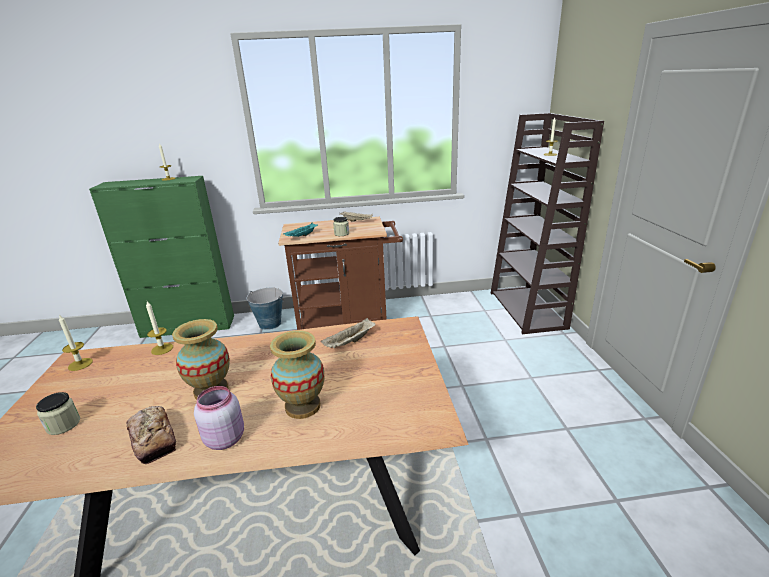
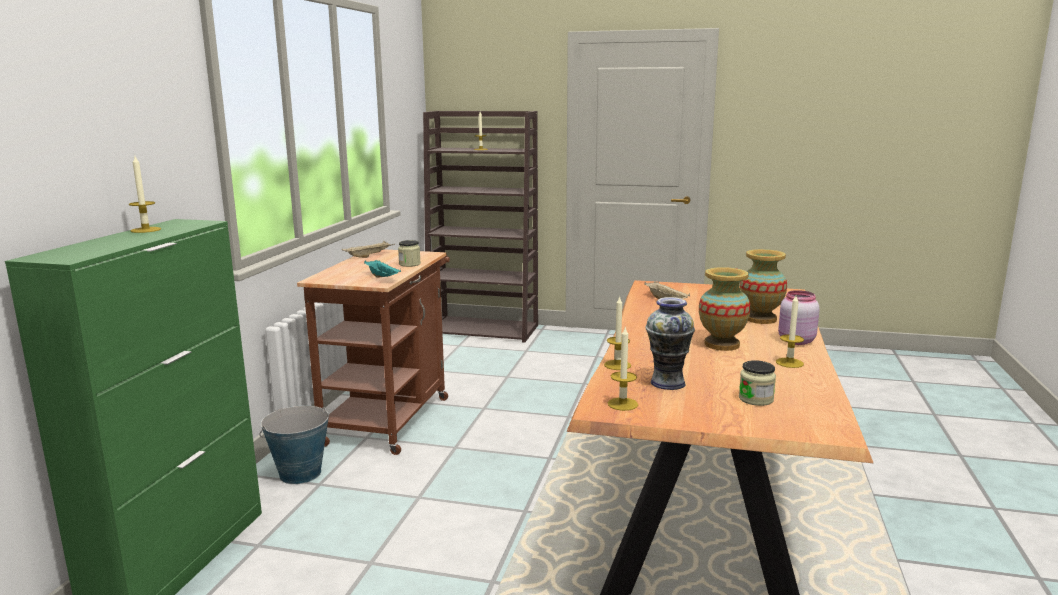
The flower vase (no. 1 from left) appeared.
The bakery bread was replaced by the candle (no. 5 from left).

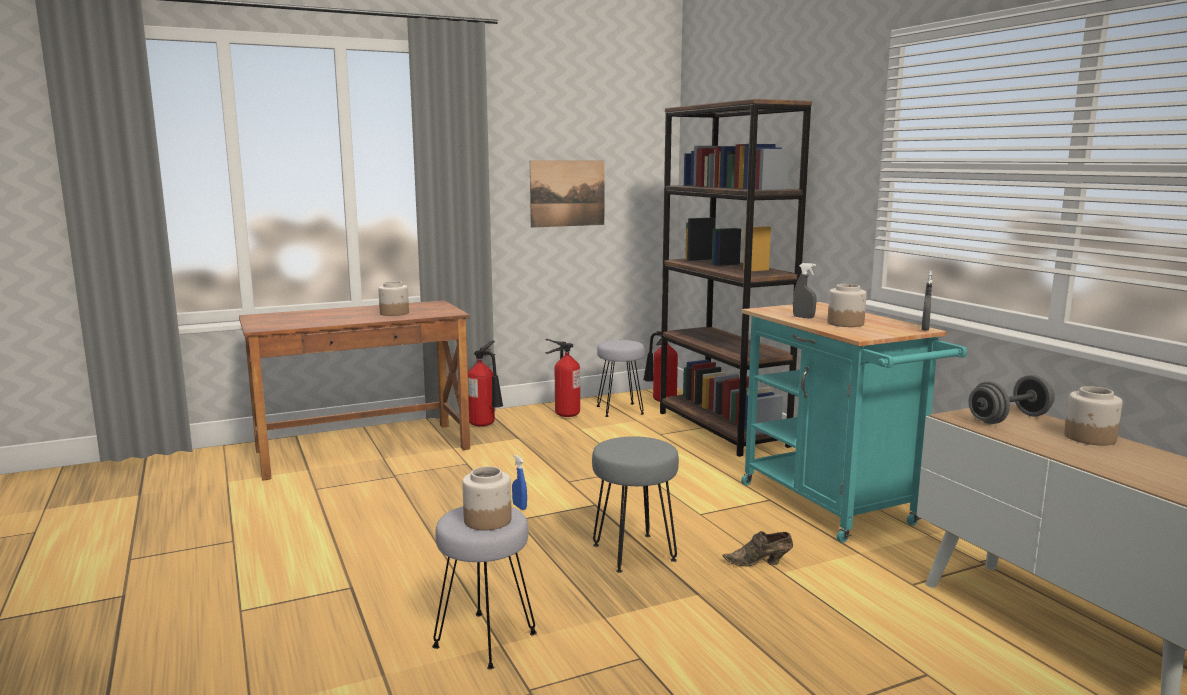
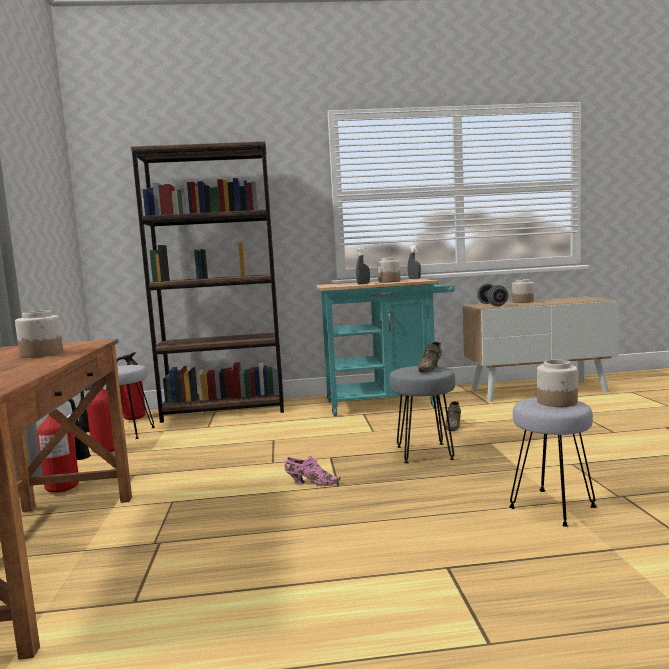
The blue-coloured sprayer was replaced by the pink-coloured low shoe.
The brown low shoe (no. 1 from left) appeared.
The wall art disappeared.

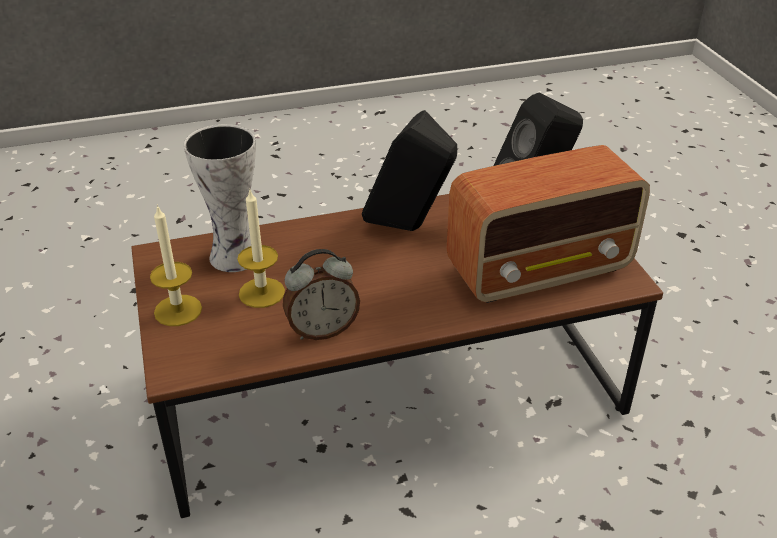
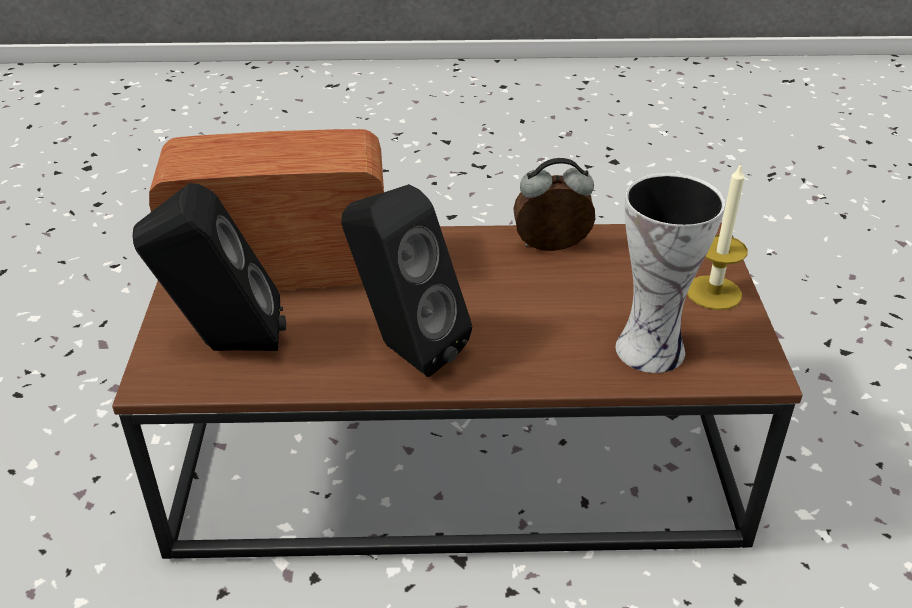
The candle (no. 2 from left) disappeared.

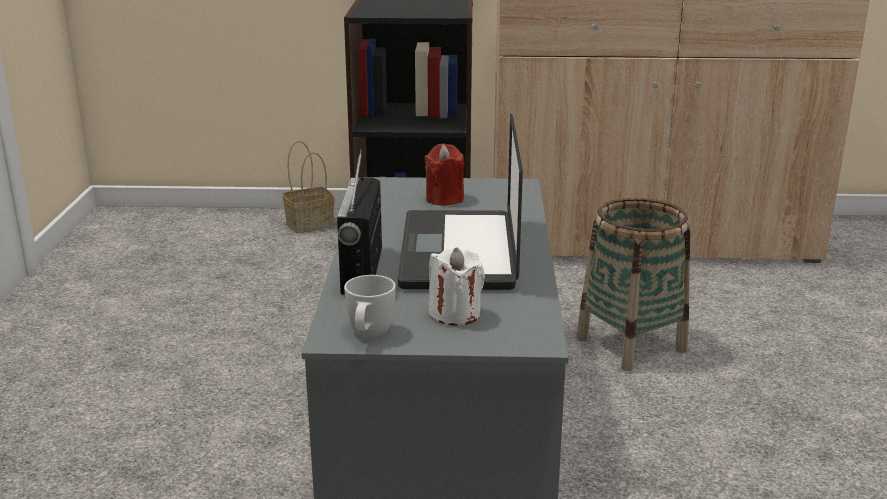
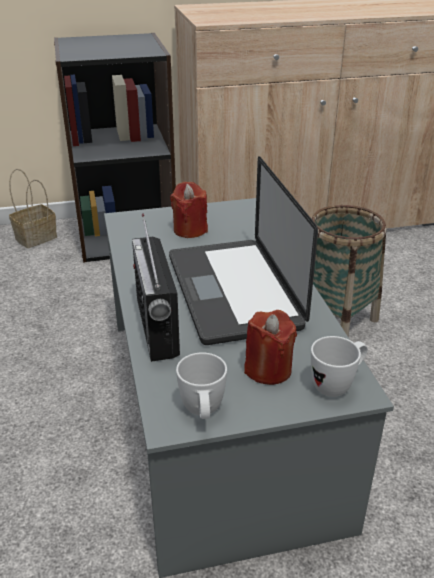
The white candle became the red candle (no. 2 from left).
The white tea mug (no. 2 from left) appeared.

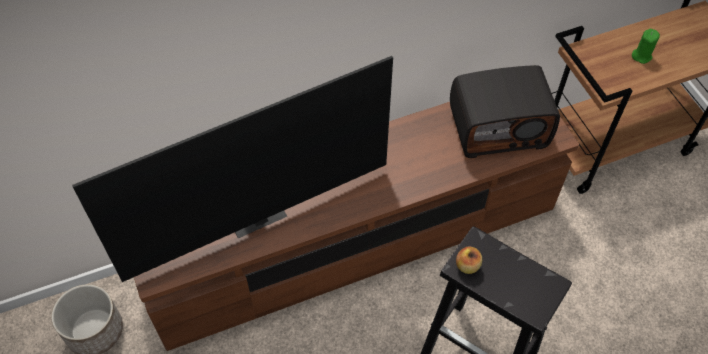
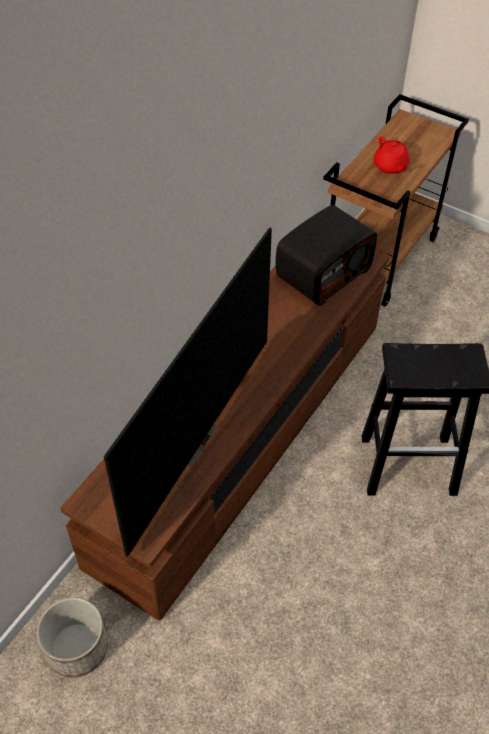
The green candle was replaced by the red tea pot.
The apple fruit disappeared.

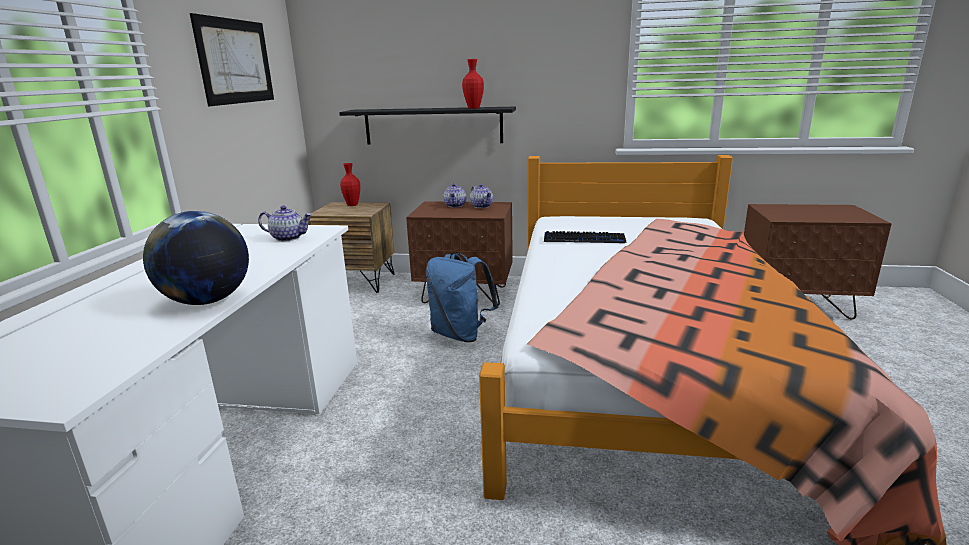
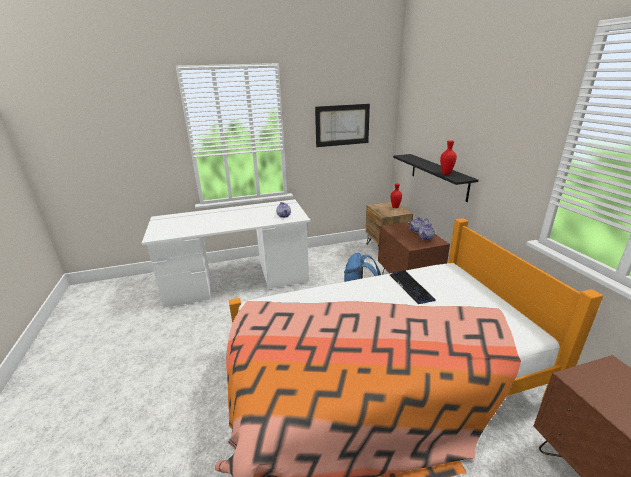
The world globe disappeared.

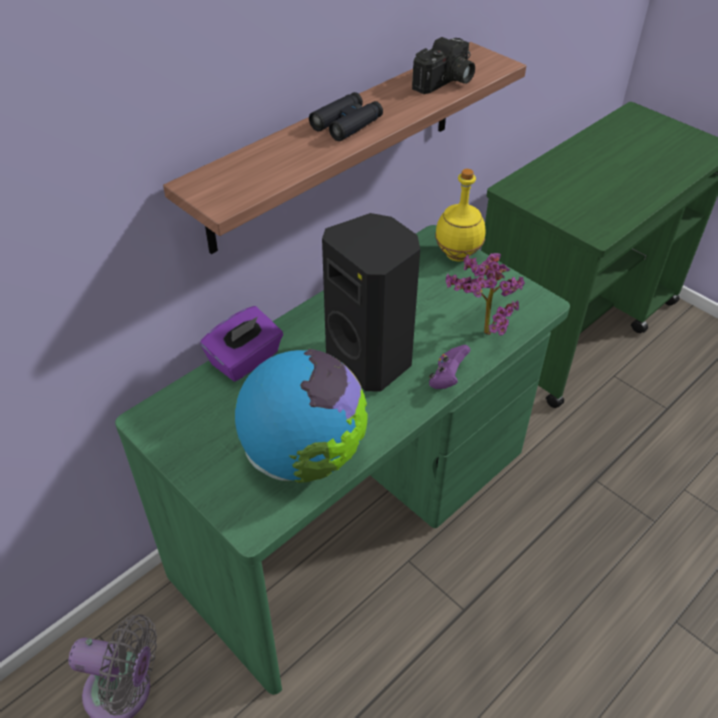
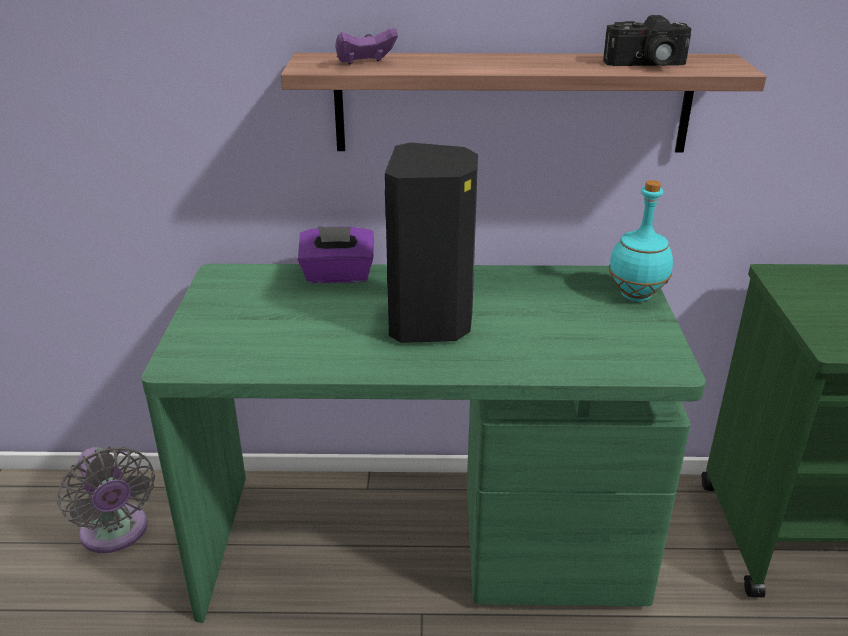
The purple gamepad moved.
The yellow bottle became the blue-green bottle.
The world globe disappeared.
The black pair of binoculars disappeared.
The potted plant disappeared.

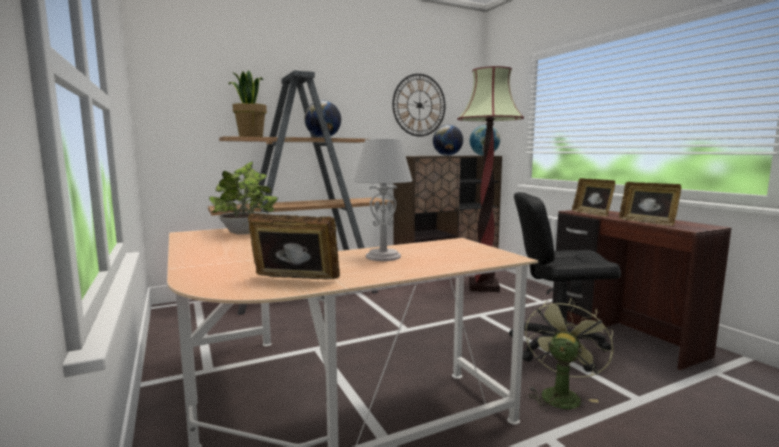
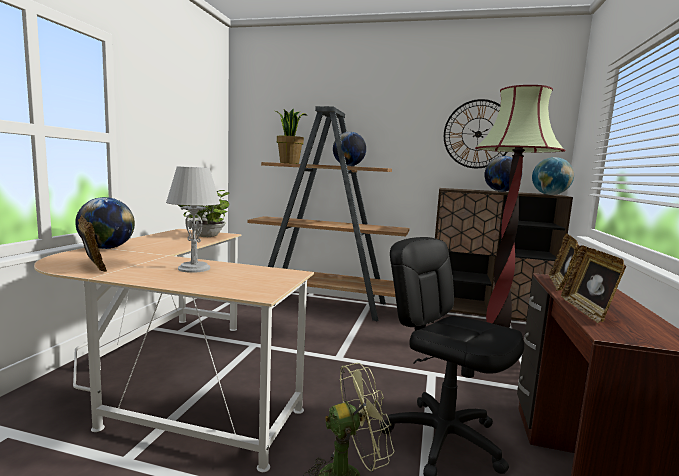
The world globe (no. 1 from left) appeared.

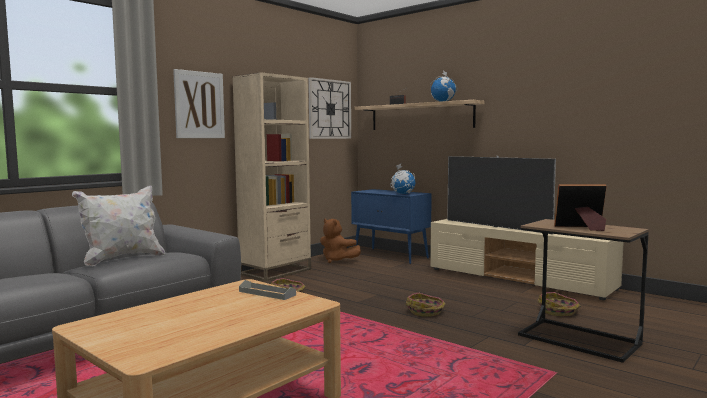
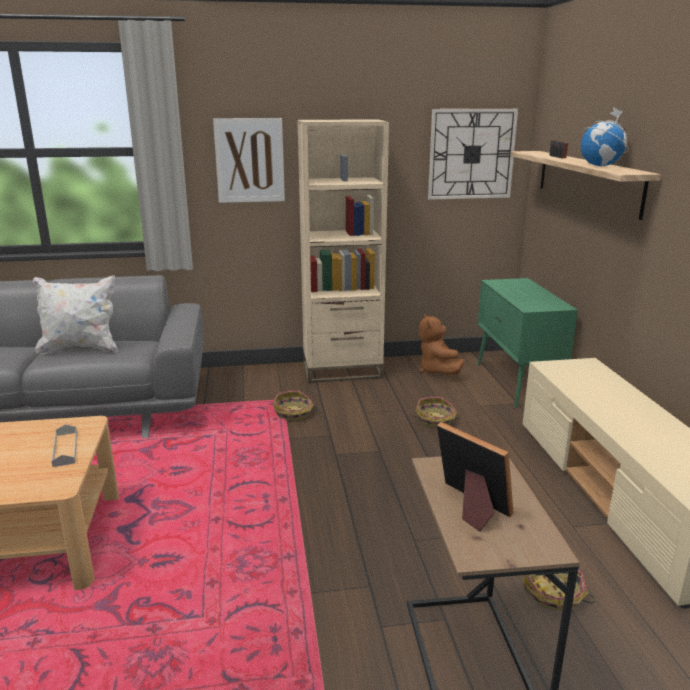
The storage basket (no. 2 from left) moved.
The blue-coloured cabinet became the green cabinet.
The world globe (no. 1 from left) disappeared.
The TV set disappeared.

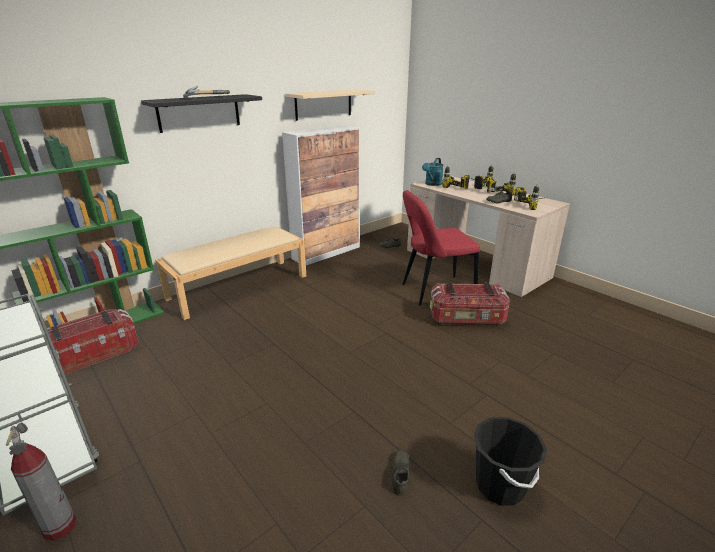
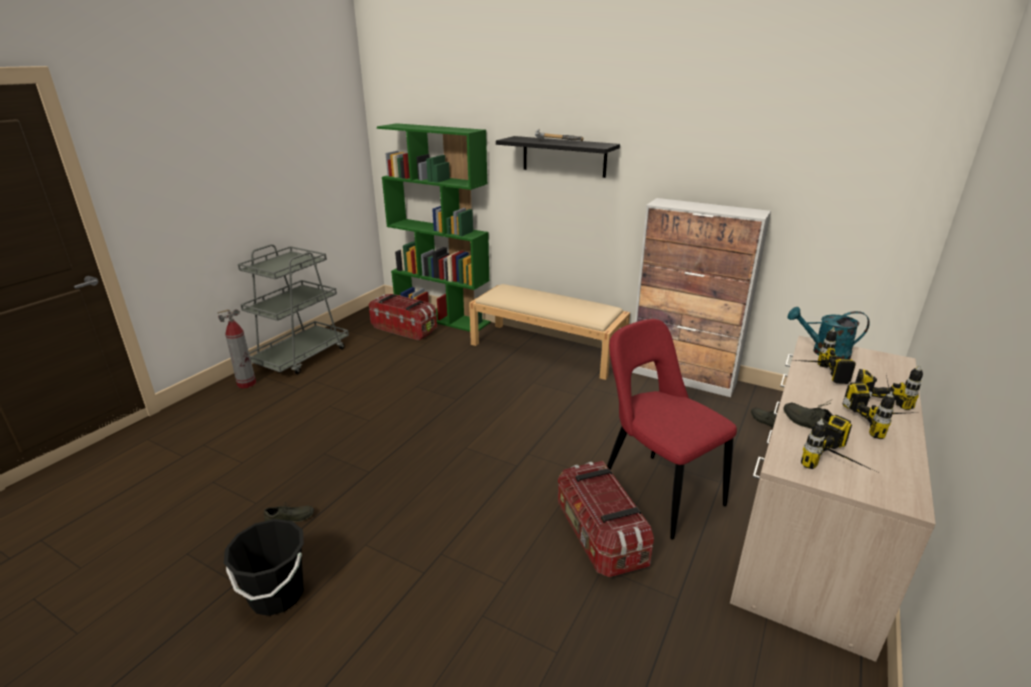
The beige-coloured wall shelf disappeared.

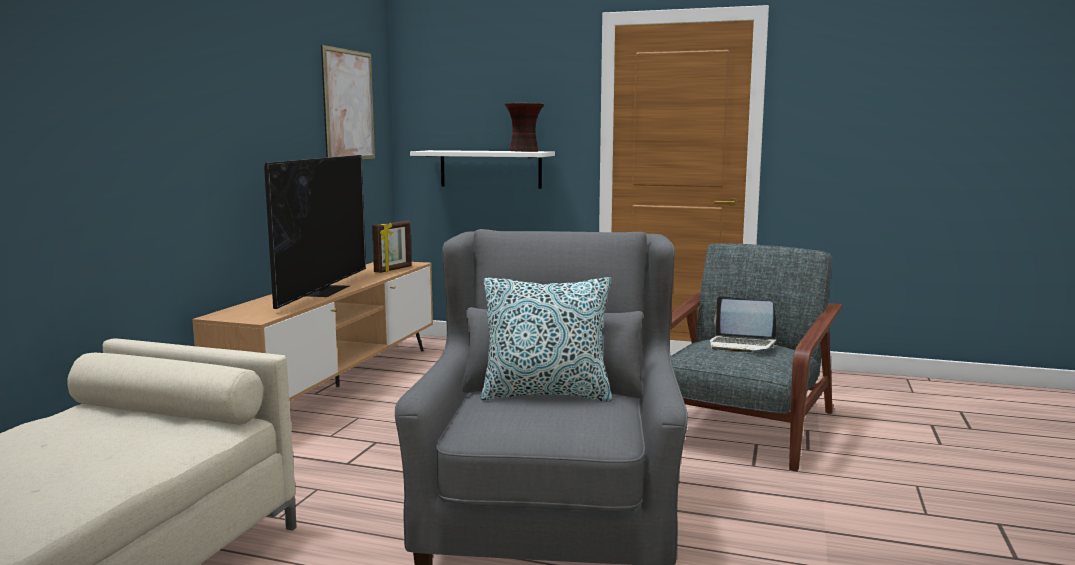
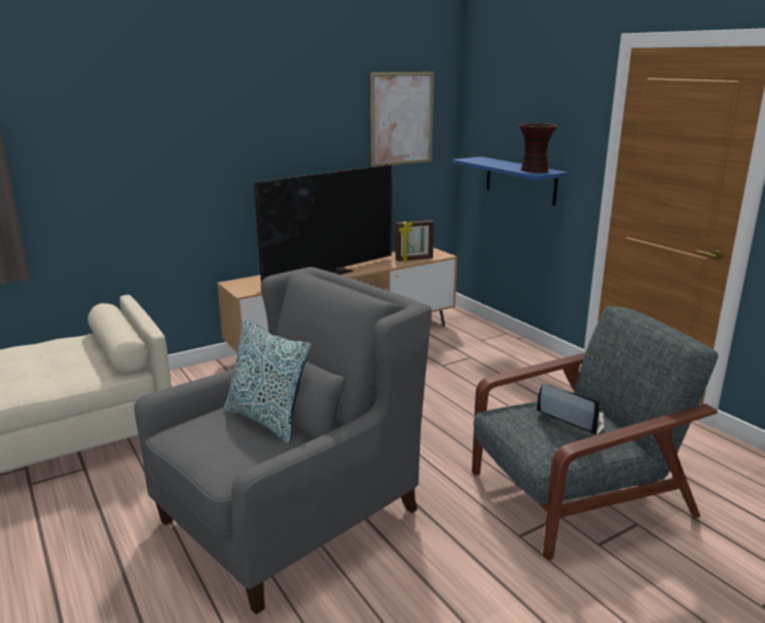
The white wall shelf became the blue-coloured wall shelf.
The laptop turned 150 degrees clockwise.

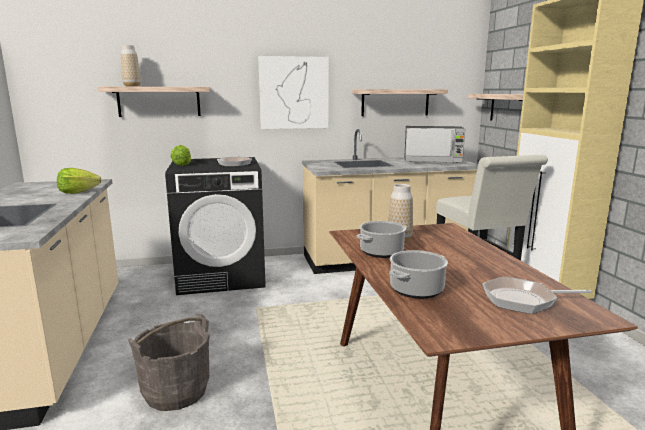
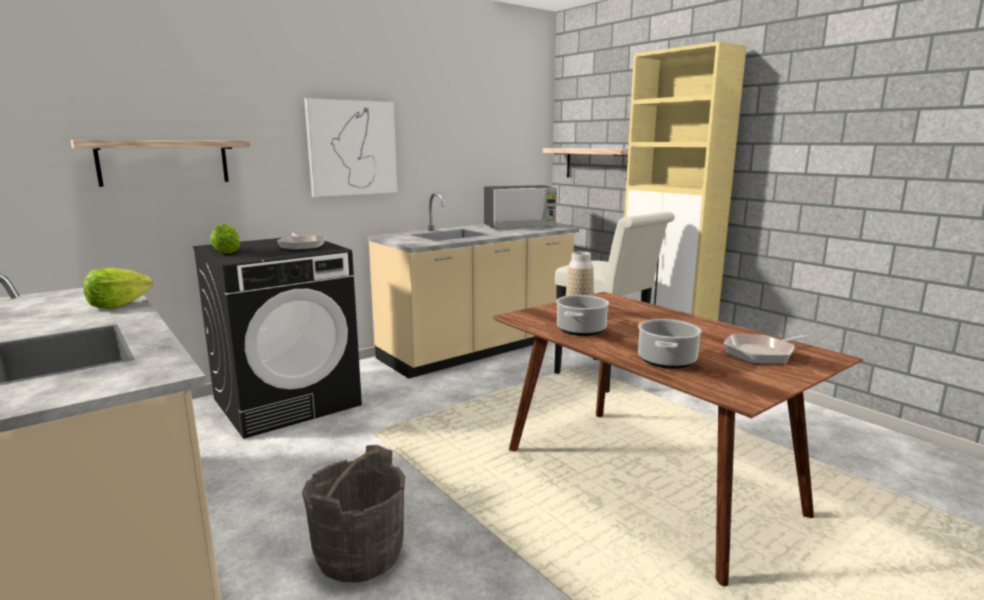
The flower vase (no. 1 from left) disappeared.
The wall shelf (no. 2 from left) disappeared.

